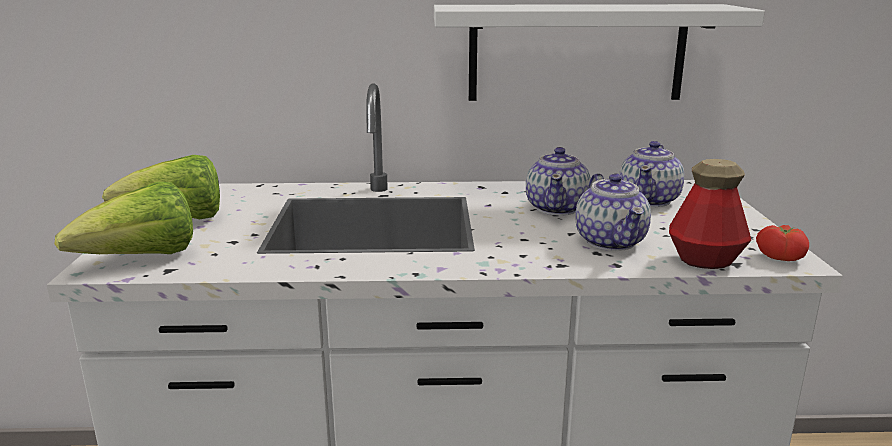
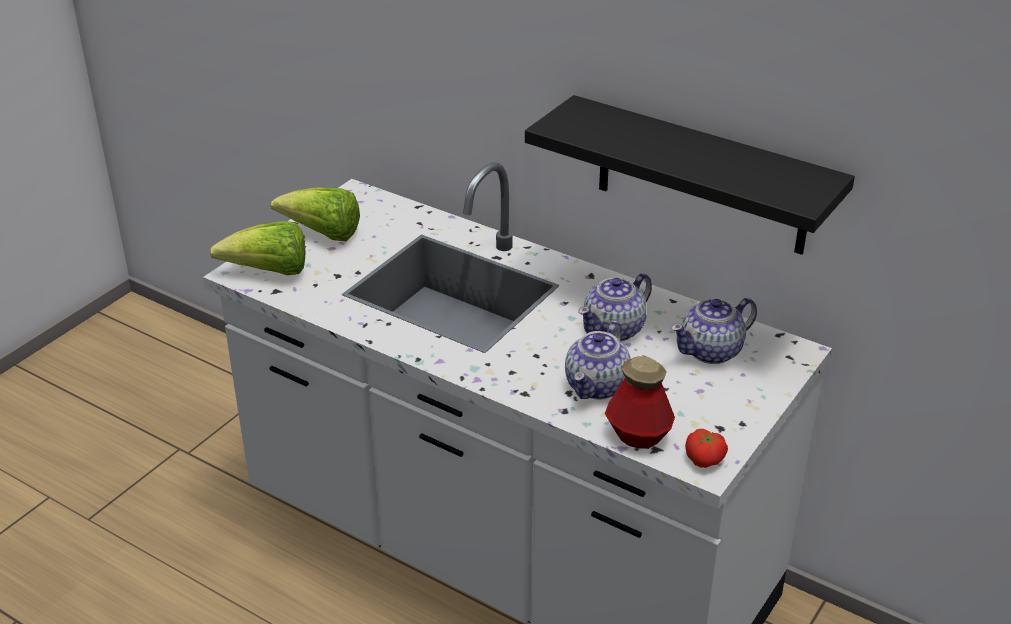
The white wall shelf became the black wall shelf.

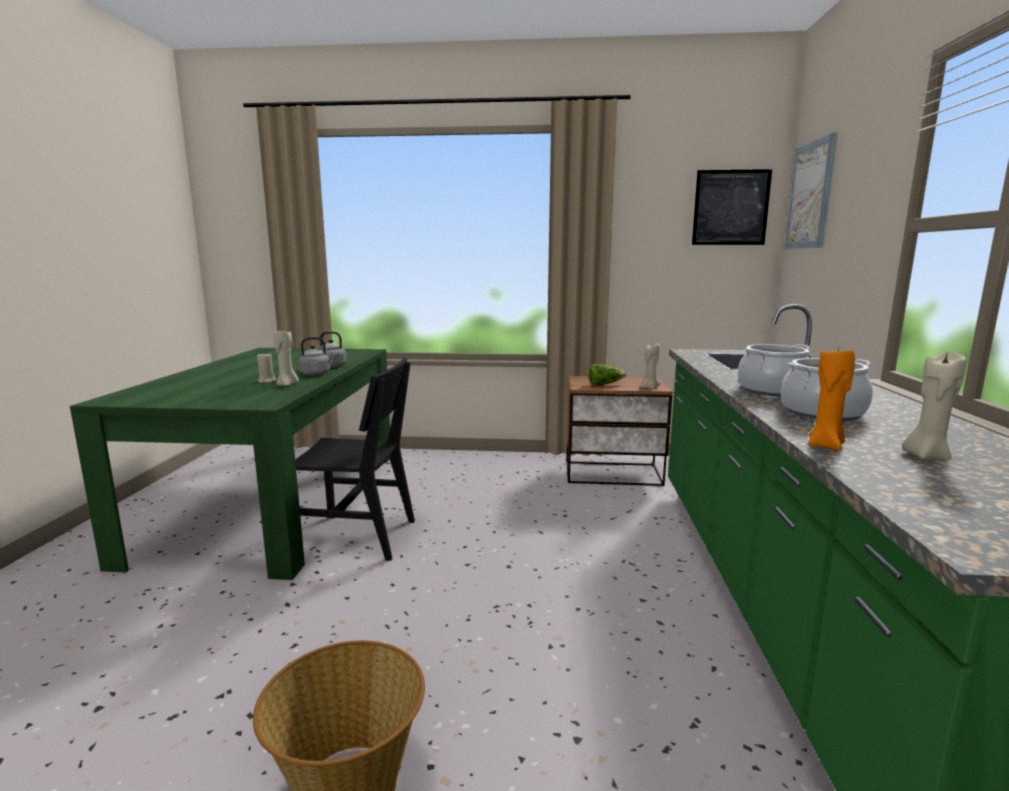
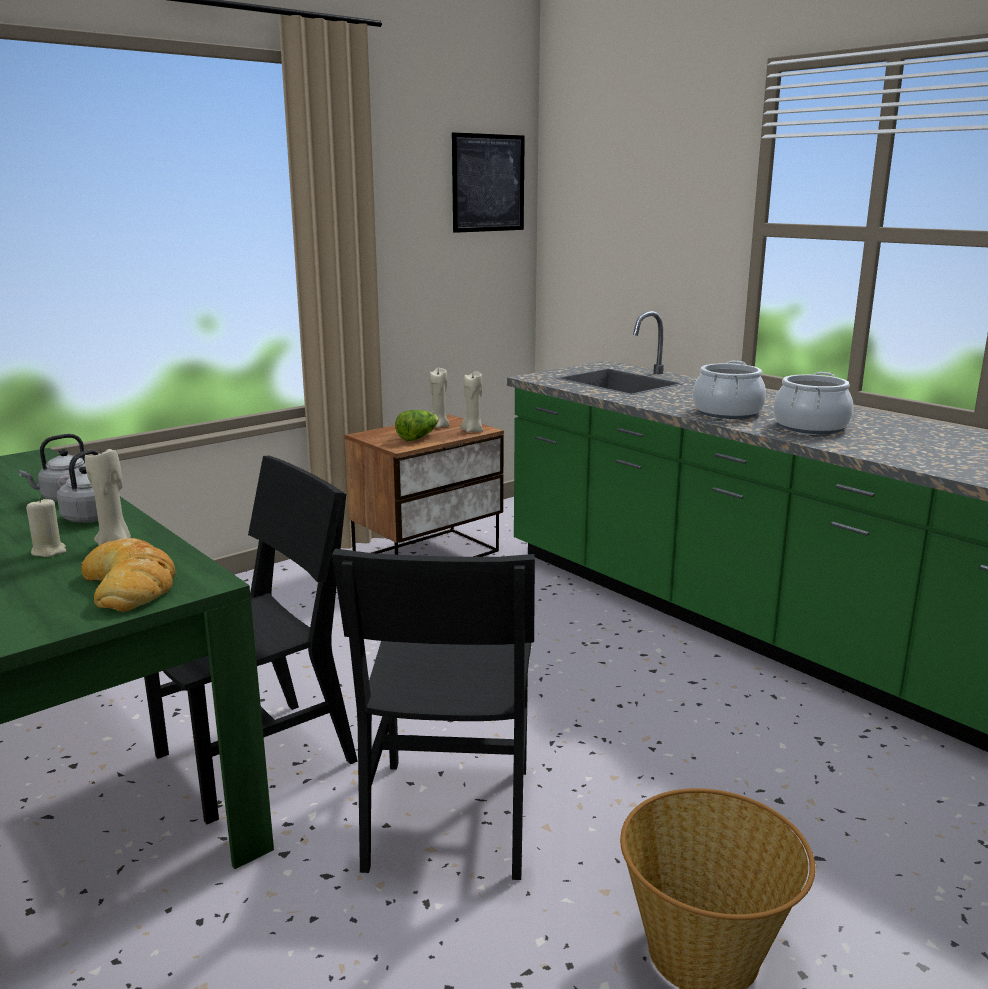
The bakery bread appeared.
The black plain chair (no. 2 from left) appeared.
The beige-coloured candle (no. 4 from left in the first image) moved.
The wall art (no. 2 from left) disappeared.
The orange-coloured candle disappeared.

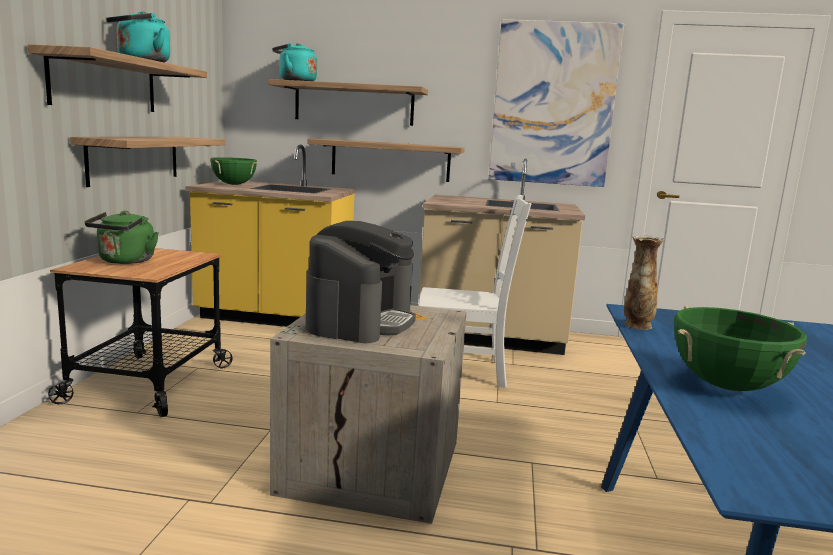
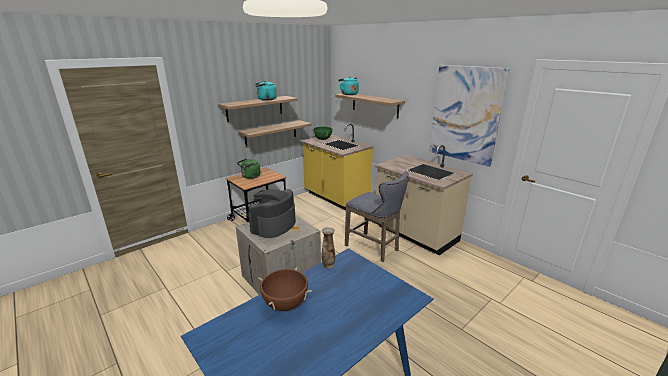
The coffee brewer turned 150 degrees clockwise.
The green stockpot (no. 2 from left) became the brown stockpot.
The white plain chair was replaced by the greyish stool seat.
The wall shelf (no. 4 from left) disappeared.

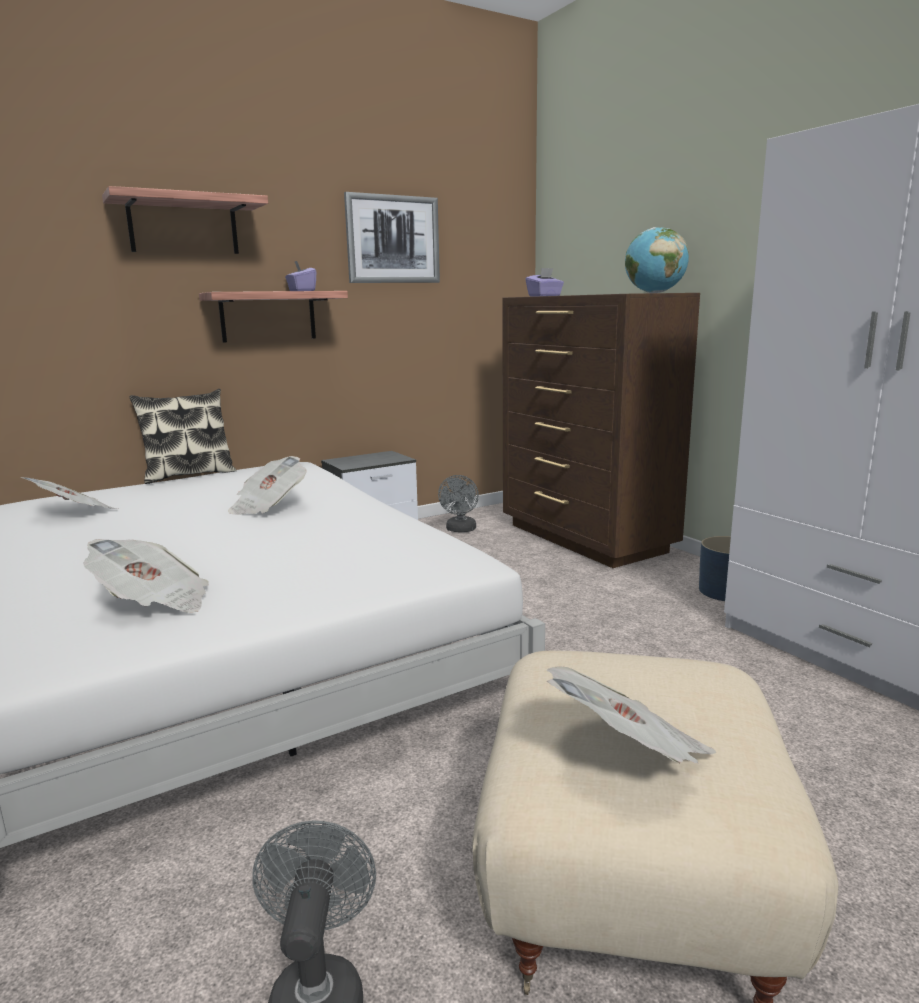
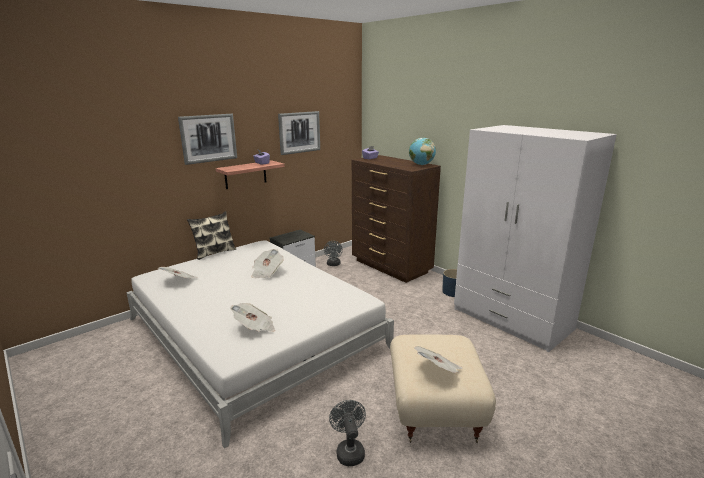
The wall shelf (no. 1 from left) was replaced by the wall art (no. 1 from left).

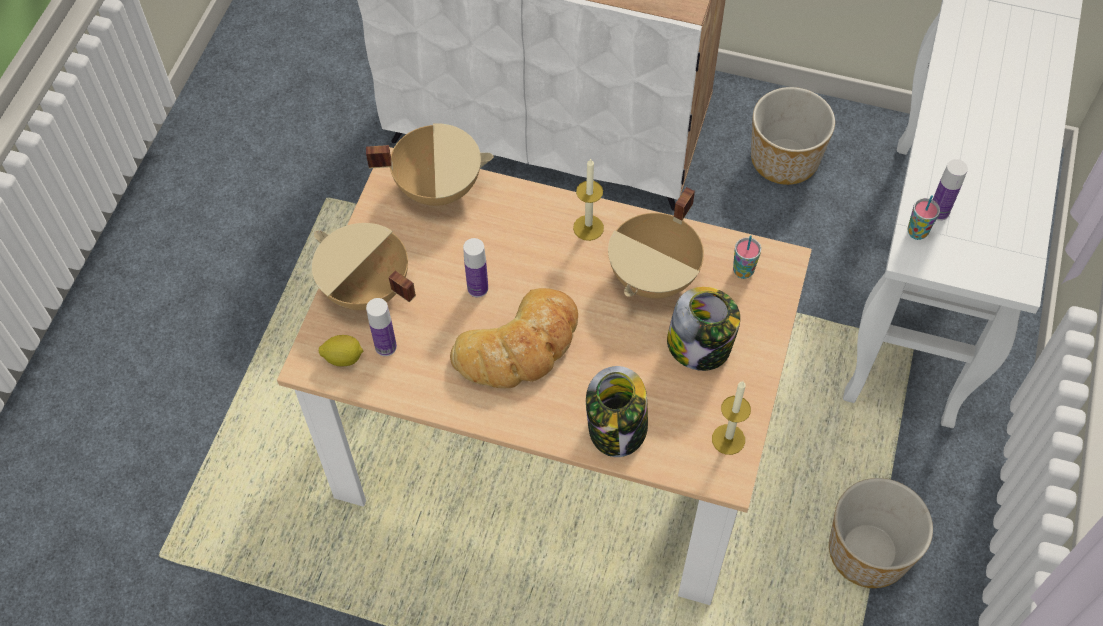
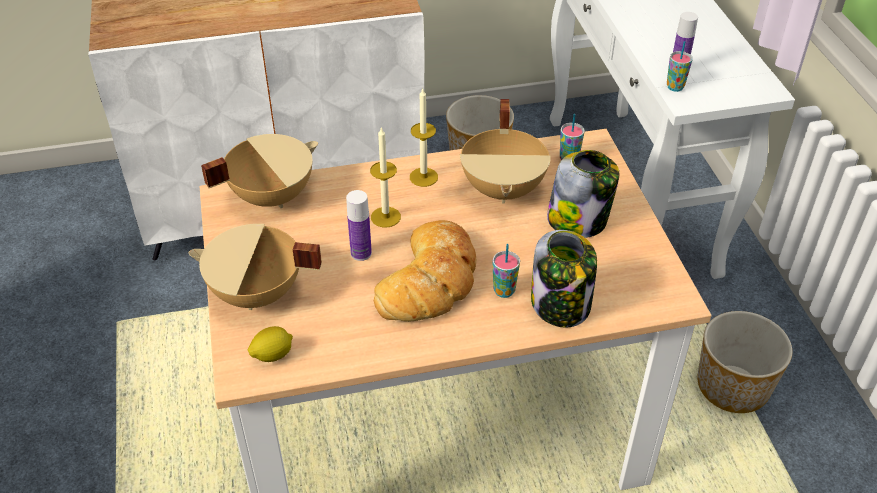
The candle (no. 2 from left in the first image) moved.
The small cup (no. 1 from left) appeared.
The bottle (no. 1 from left) disappeared.

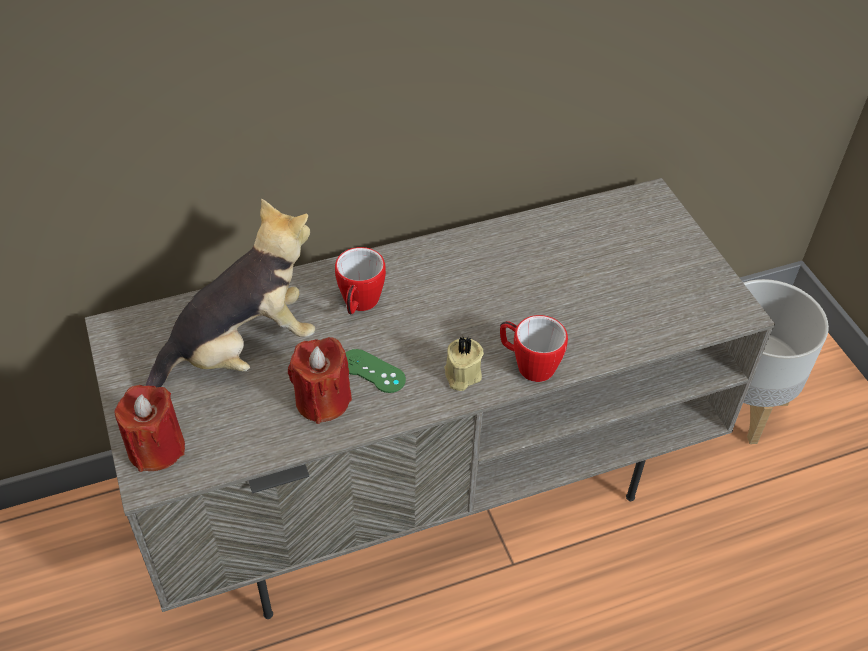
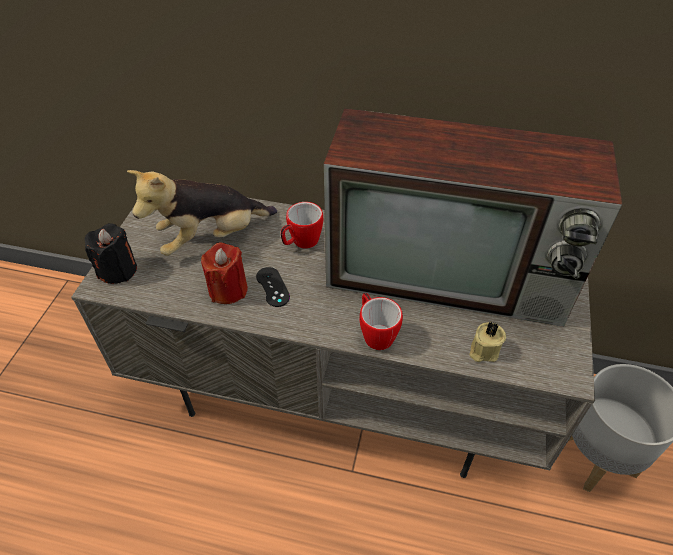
The red candle (no. 1 from left) became the black candle.
The plush toy turned 150 degrees clockwise.
The green gamepad became the black gamepad.
The TV set appeared.
The beige-coloured candle moved.

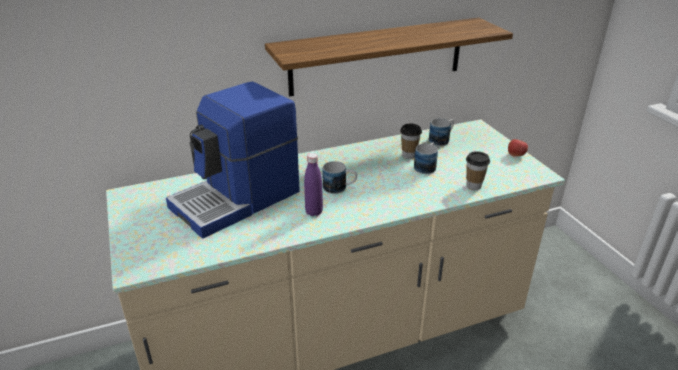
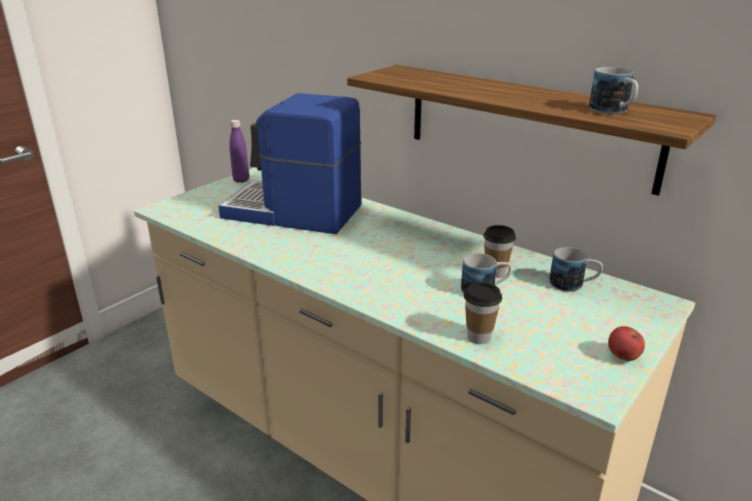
The purple bottle moved.
The tea mug (no. 1 from left in the first image) moved.

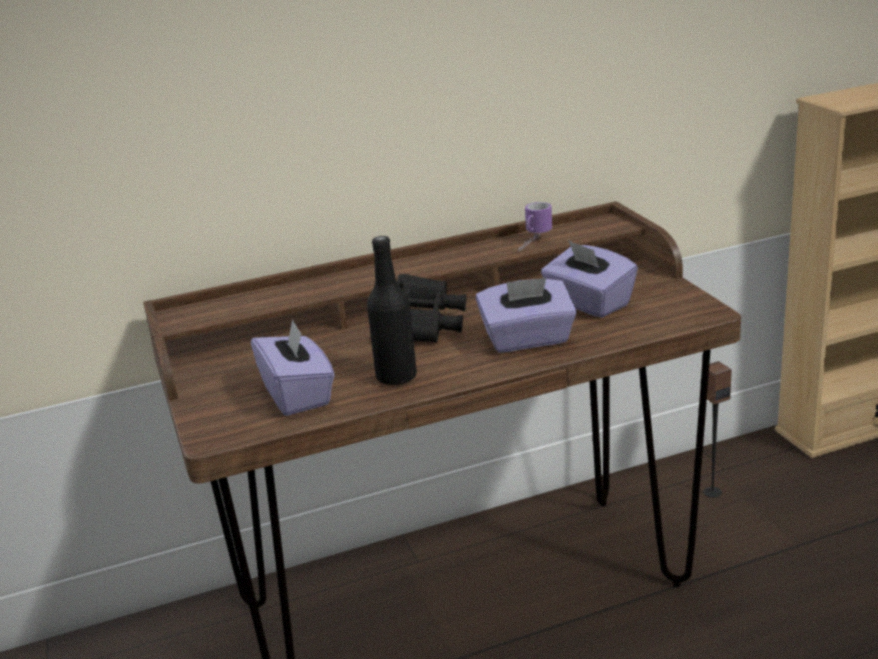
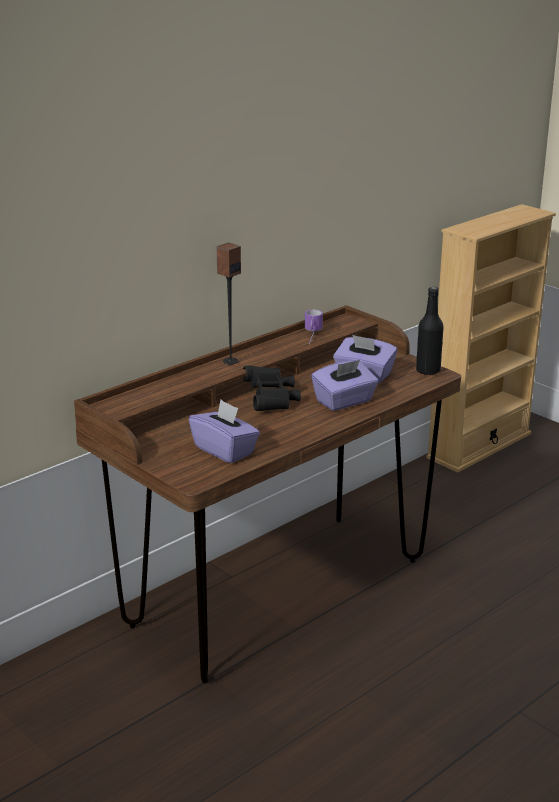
The loudspeaker moved.
The black bottle moved.

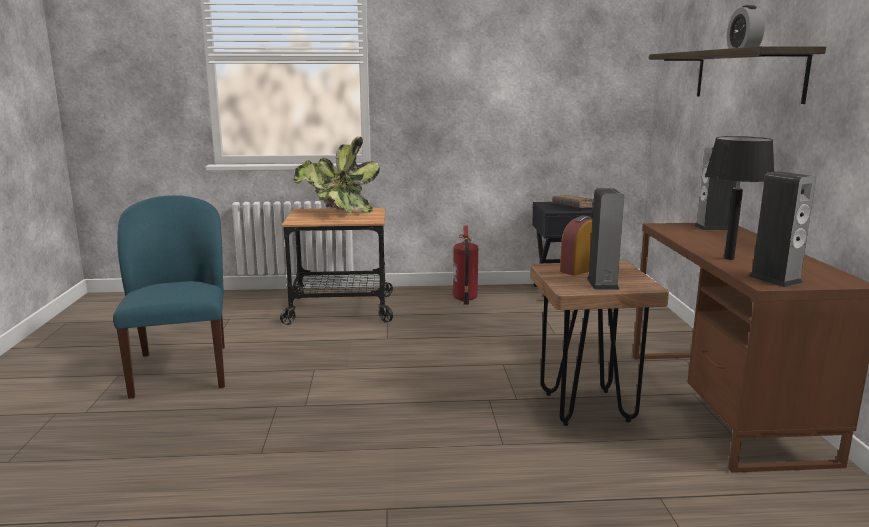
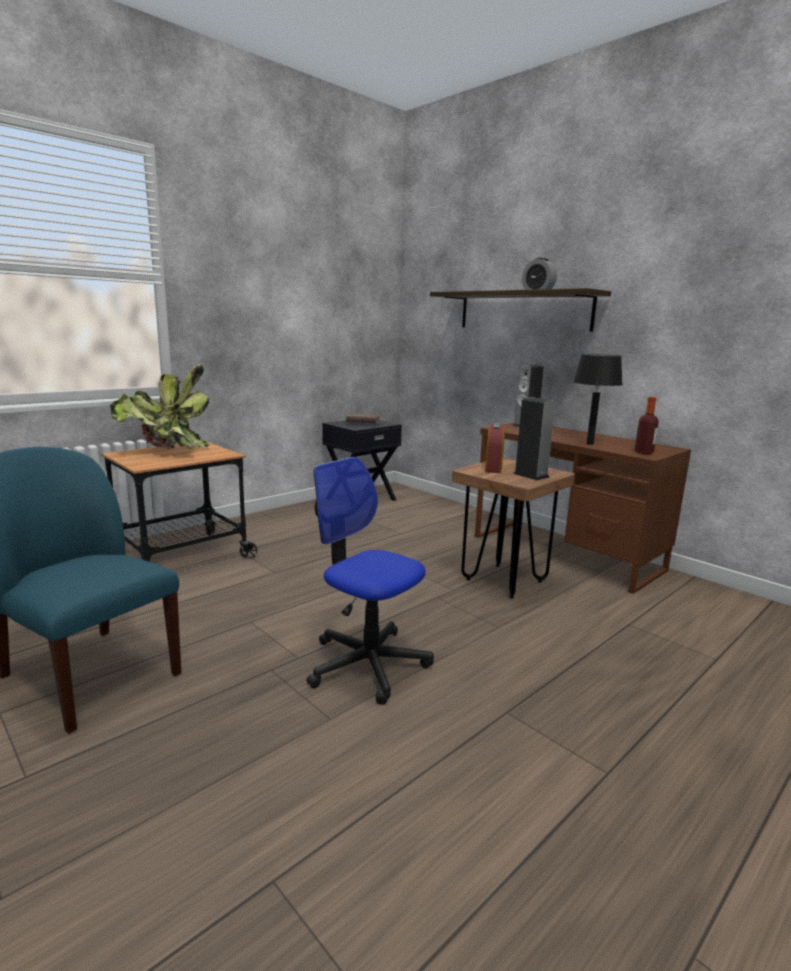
The desk chair appeared.
The loudspeaker (no. 3 from left) was replaced by the bottle.
The fire-fighting cylinder disappeared.

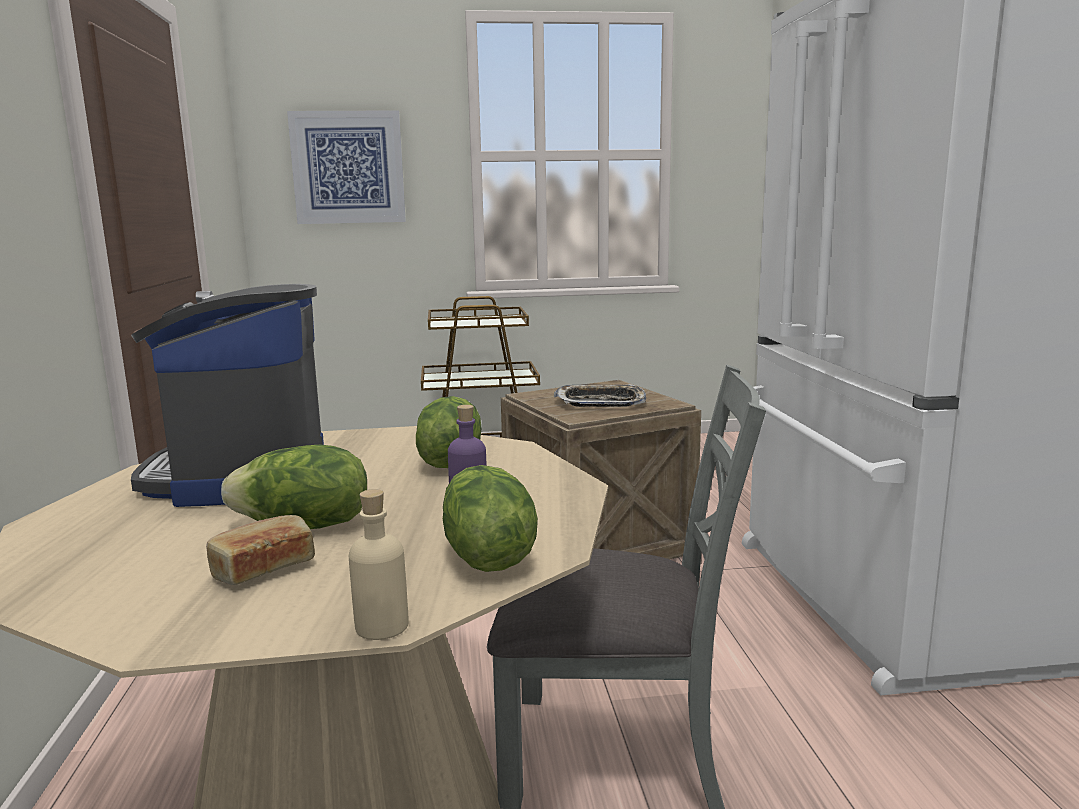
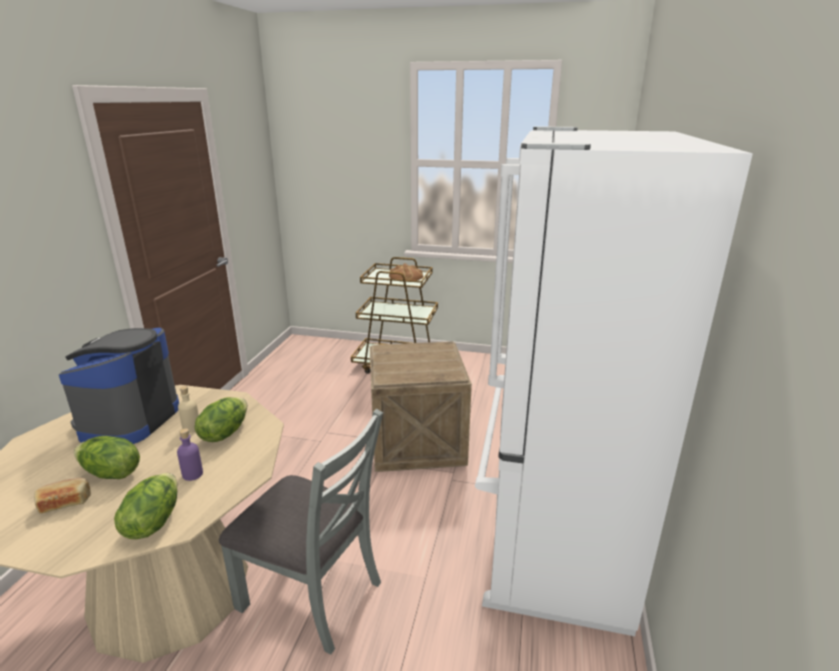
The beige-coloured bottle moved.
The bakery bread (no. 2 from left) appeared.
The wall art disappeared.
The serving tray disappeared.

